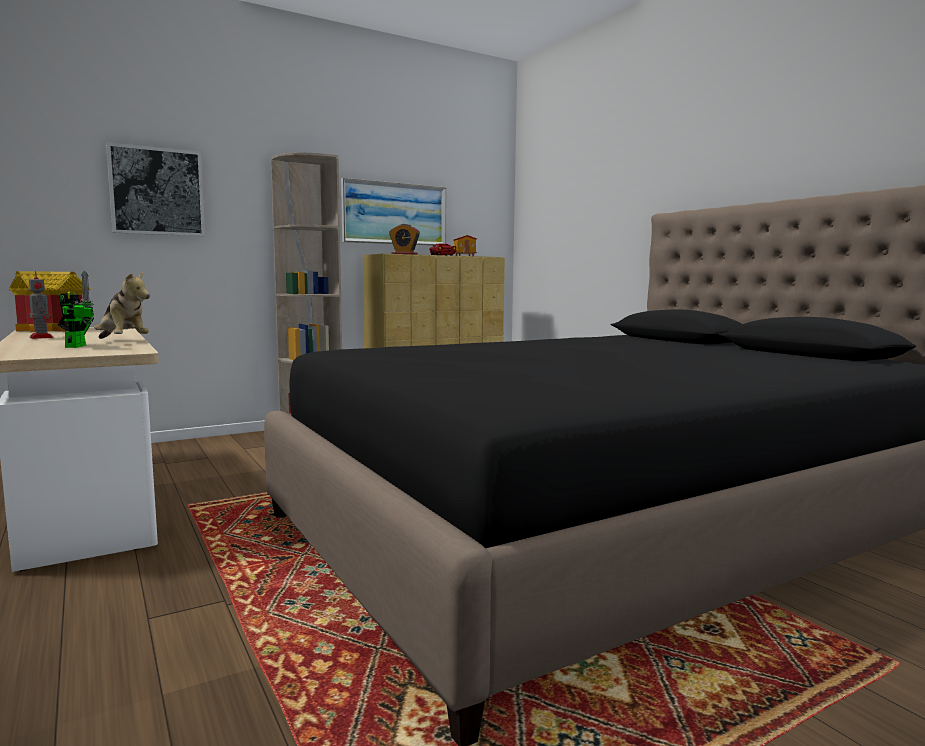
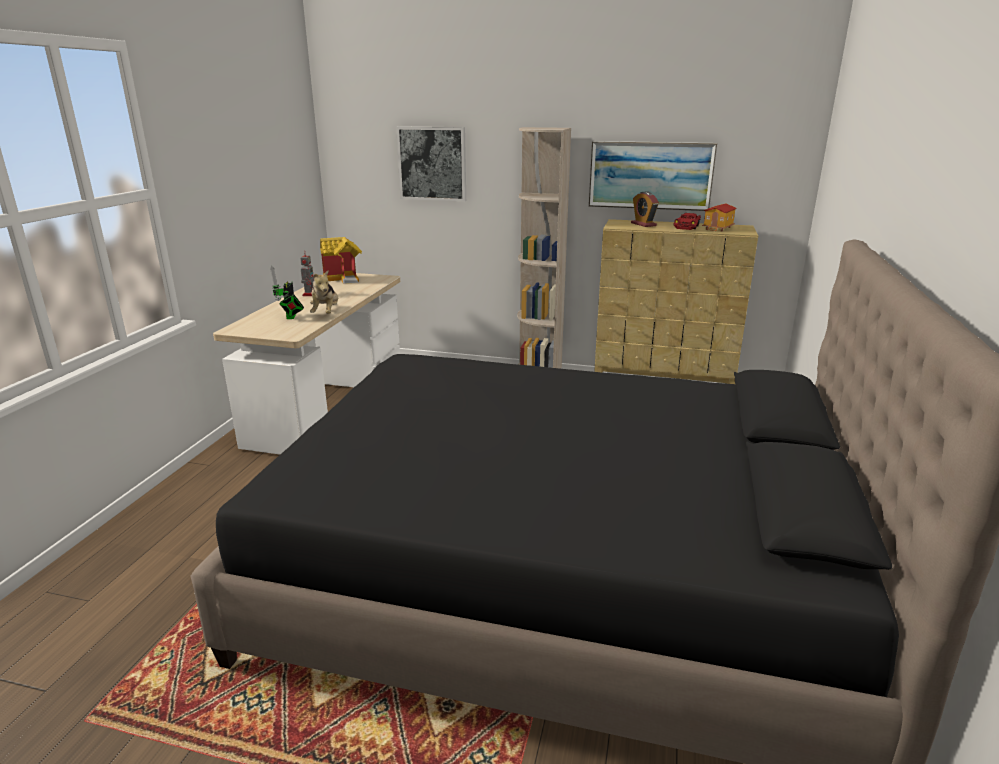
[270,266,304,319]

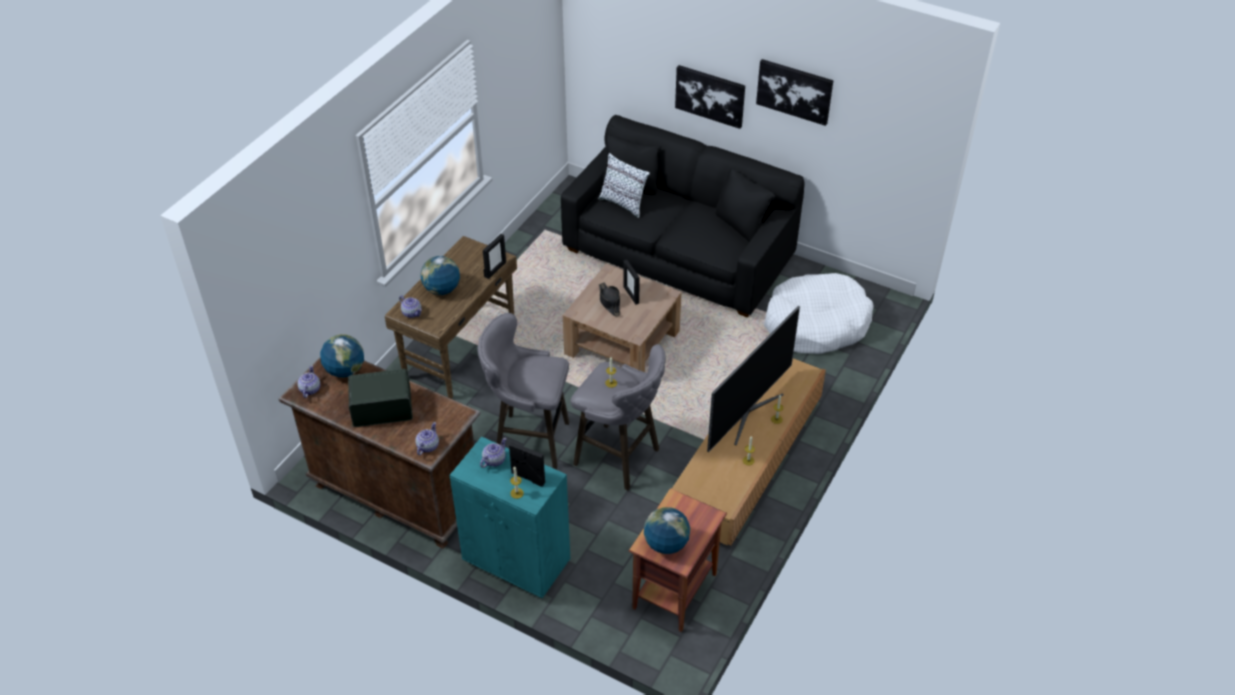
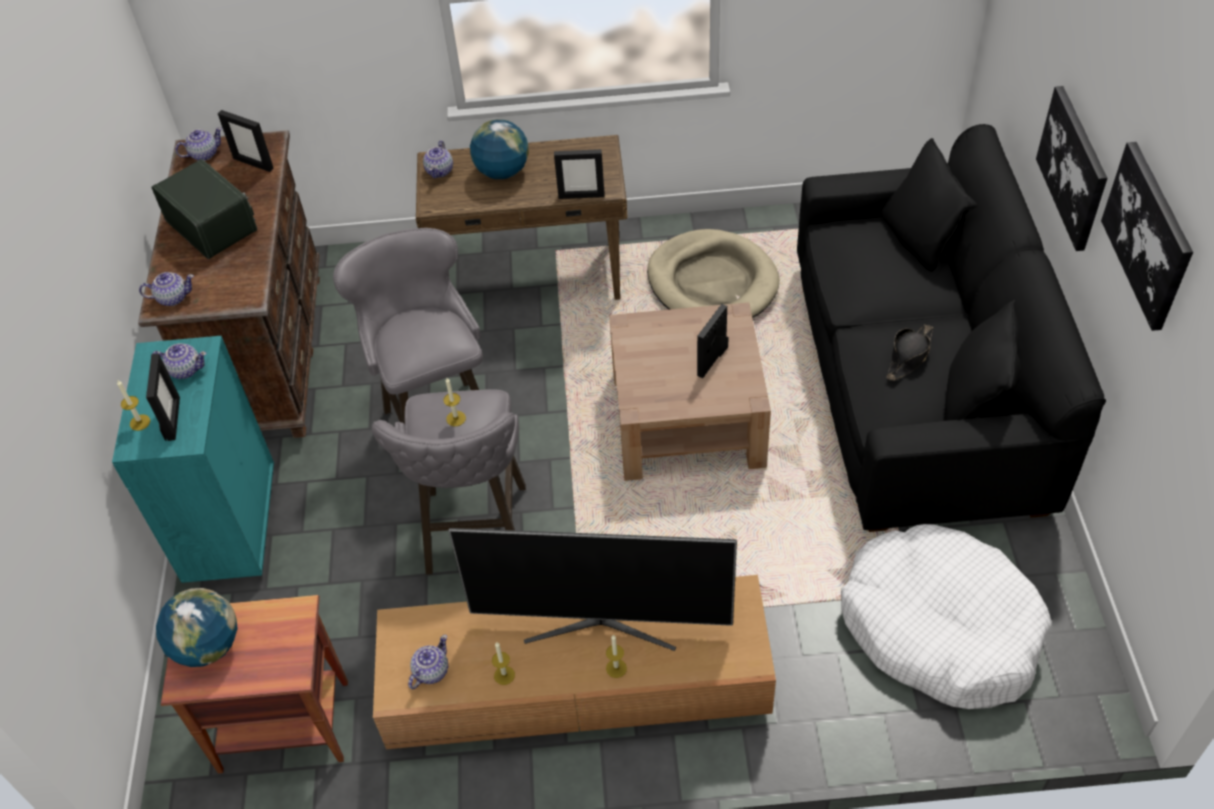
[598,153,650,218] (first image)
[886,324,933,381]
[218,110,274,172]
[647,229,780,318]
[408,635,448,689]

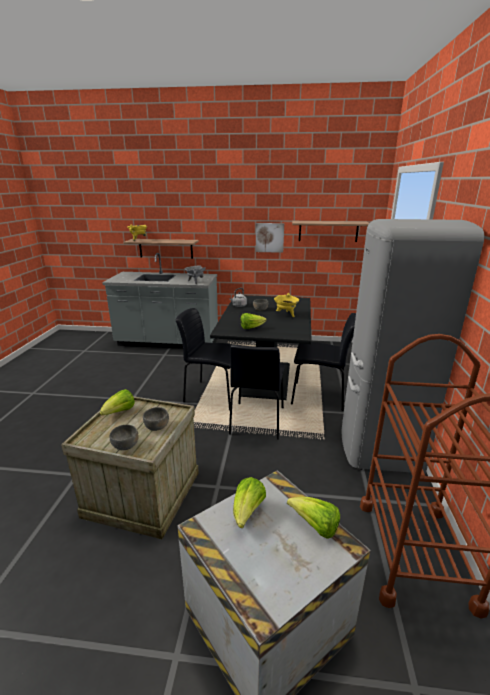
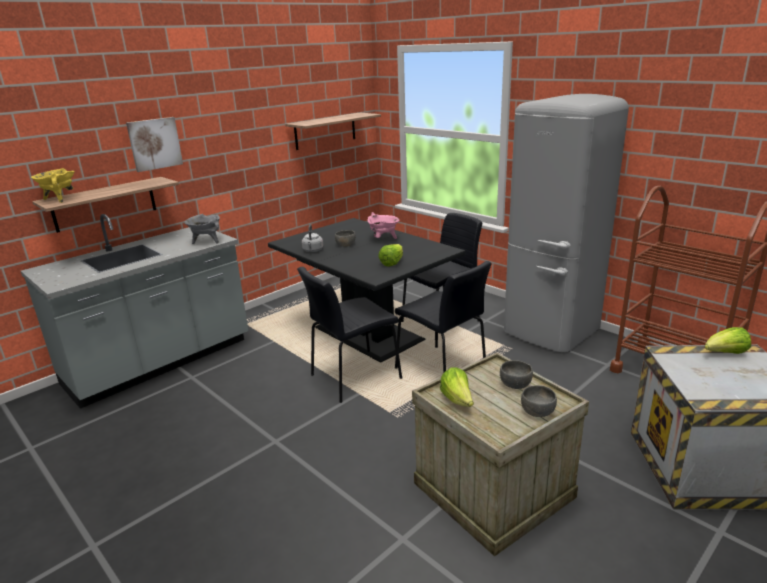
[126,117,183,172]
[368,212,399,239]
[233,477,266,528] (first image)

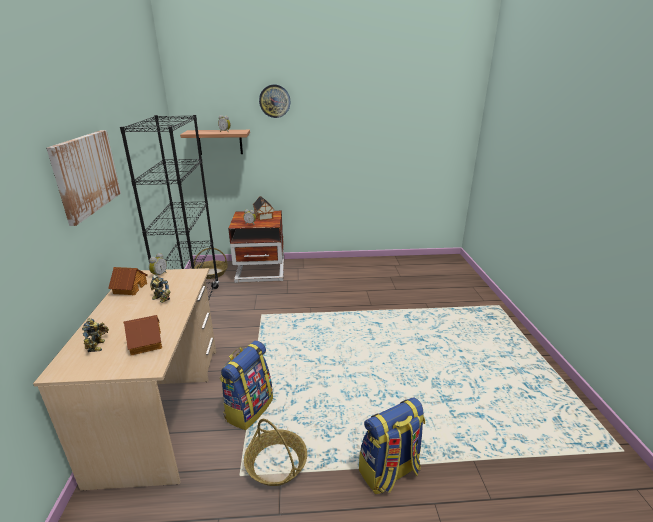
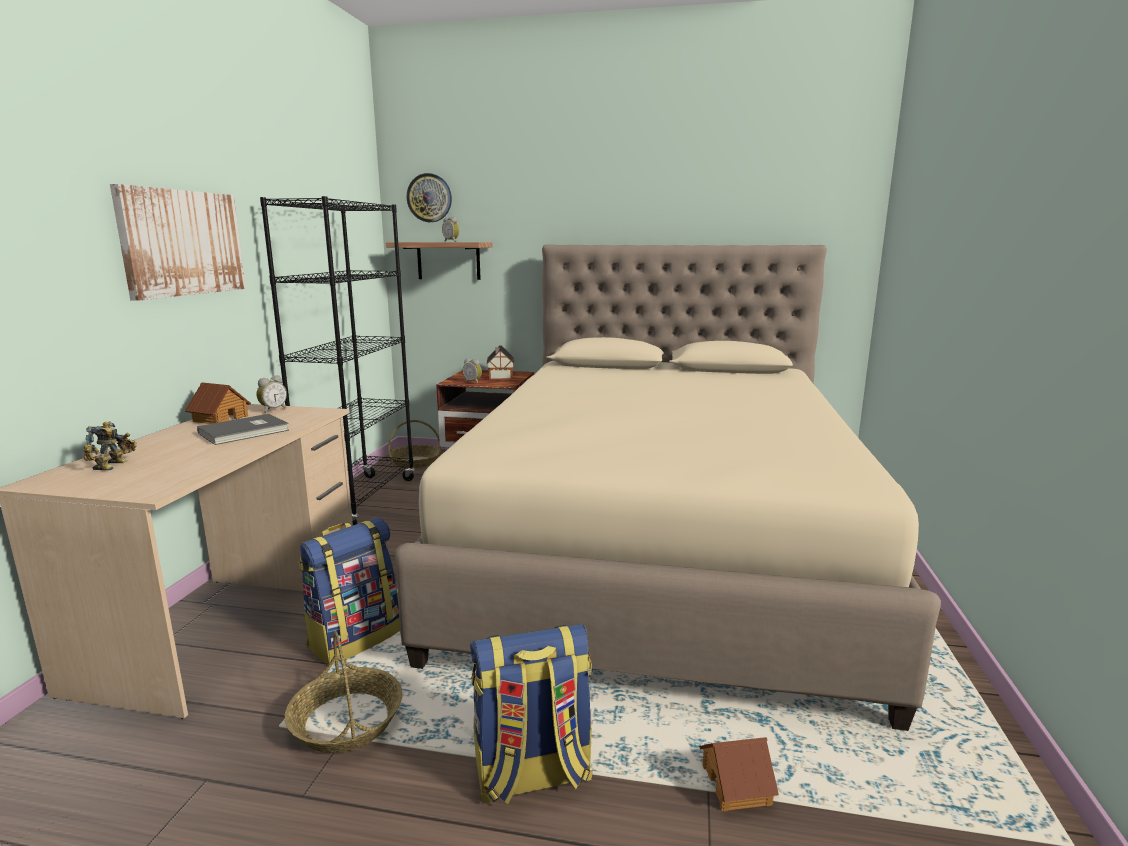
[407,173,452,222]
[197,414,289,445]
[699,737,779,812]
[395,244,941,731]

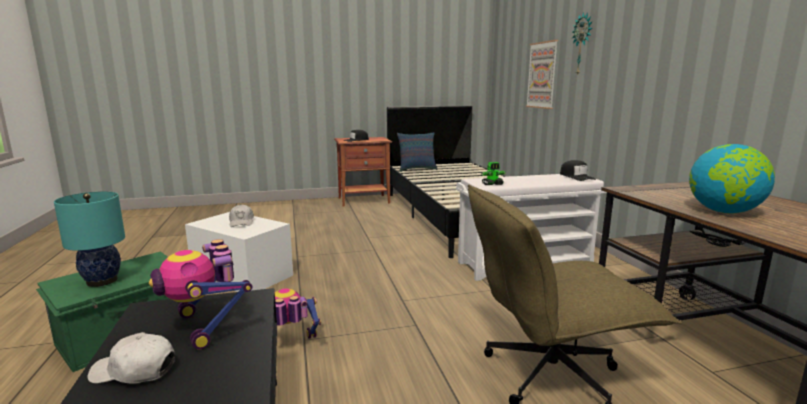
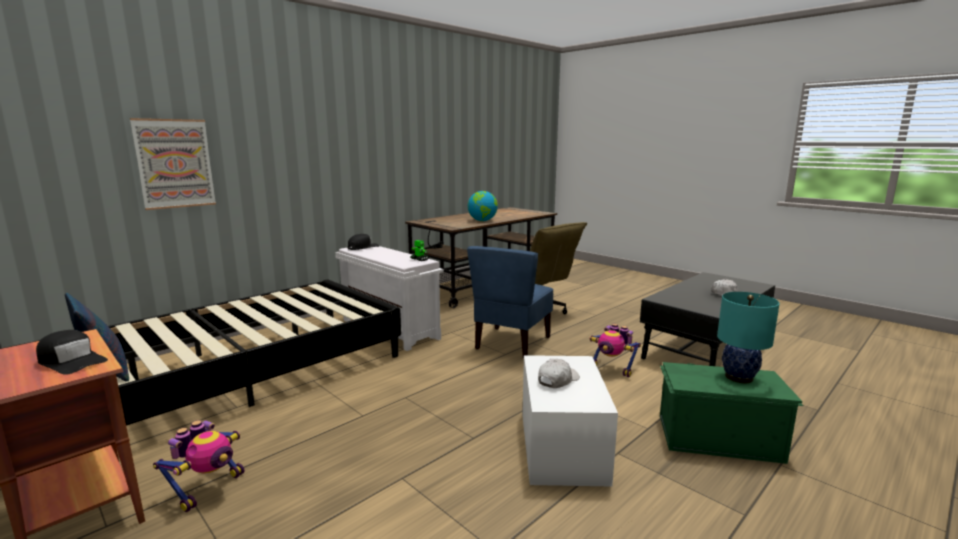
[572,12,593,76] (first image)
[153,420,245,512]
[467,246,554,358]

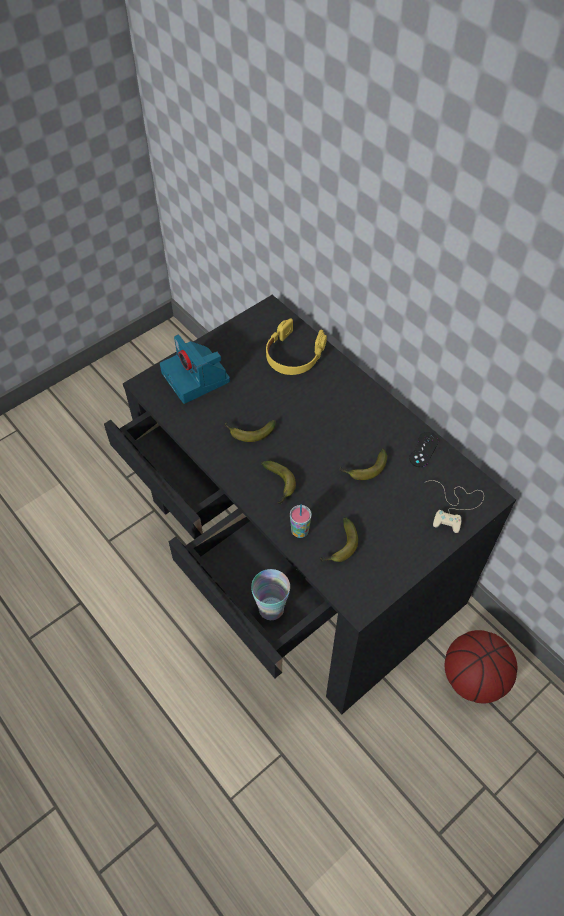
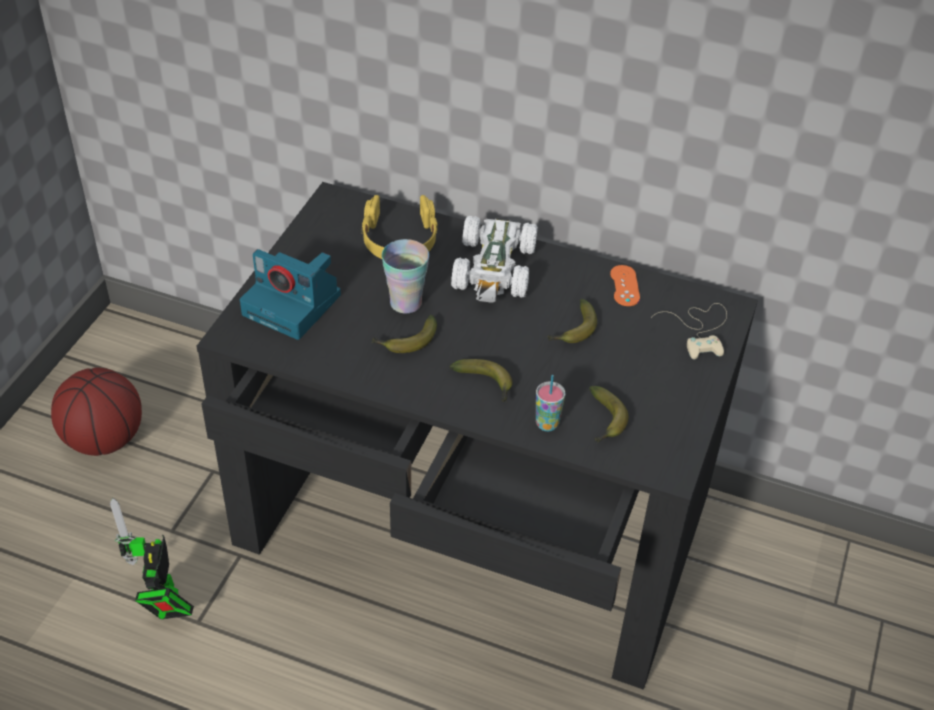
[610,265,640,306]
[382,239,429,314]
[51,368,142,456]
[451,216,538,303]
[110,498,194,619]

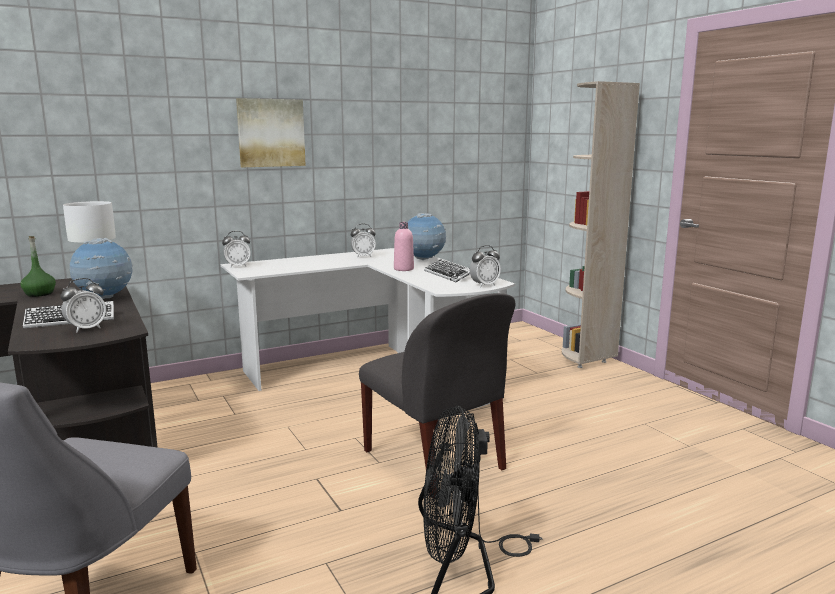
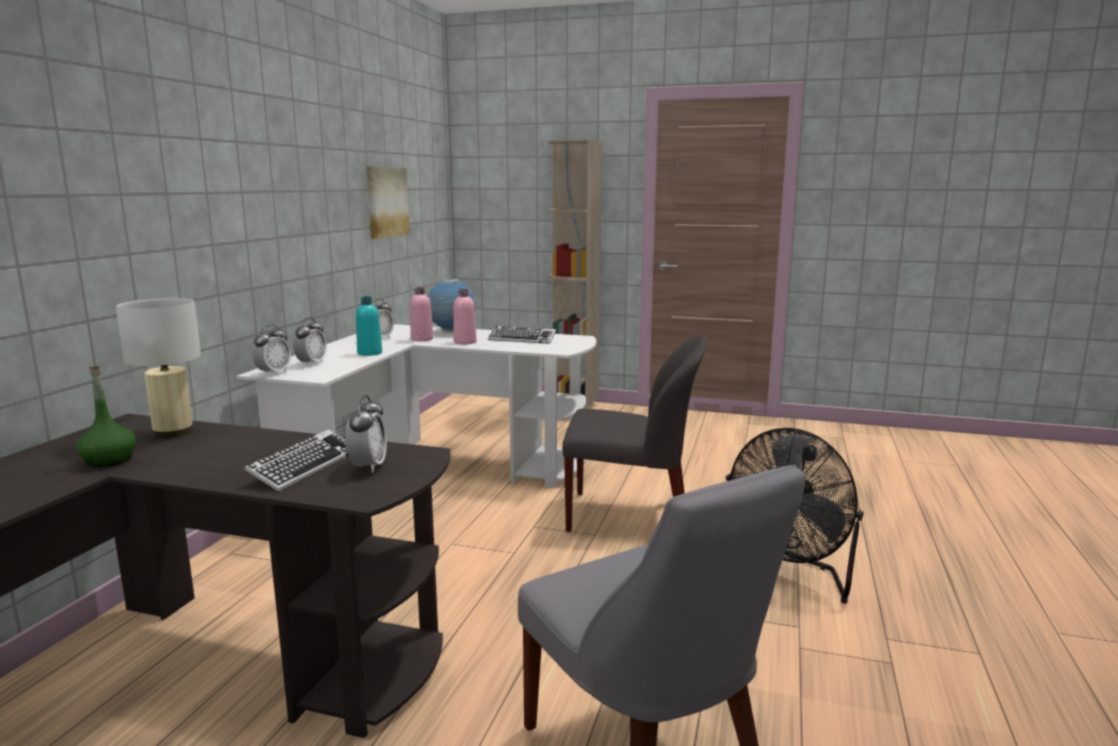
[366,166,410,239]
[70,238,133,299] (first image)
[293,317,327,366]
[410,287,433,341]
[356,296,382,356]

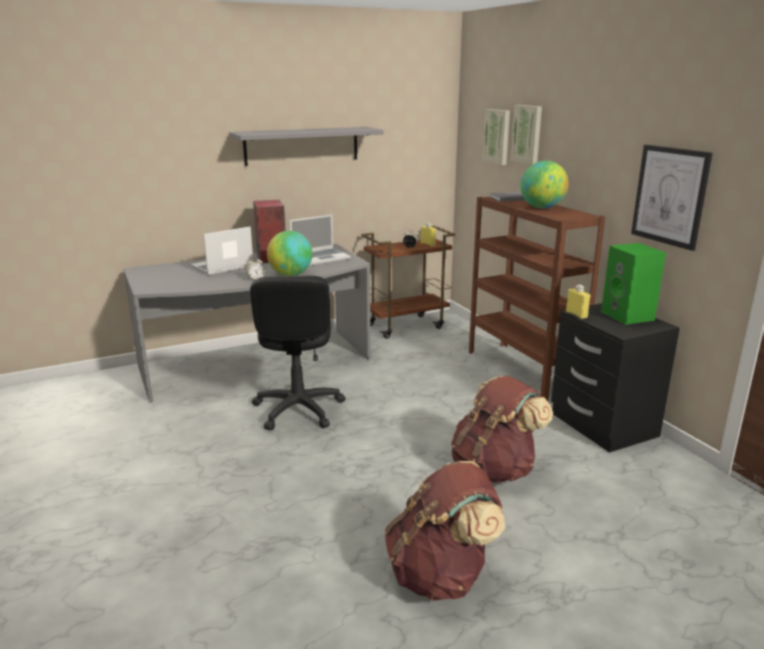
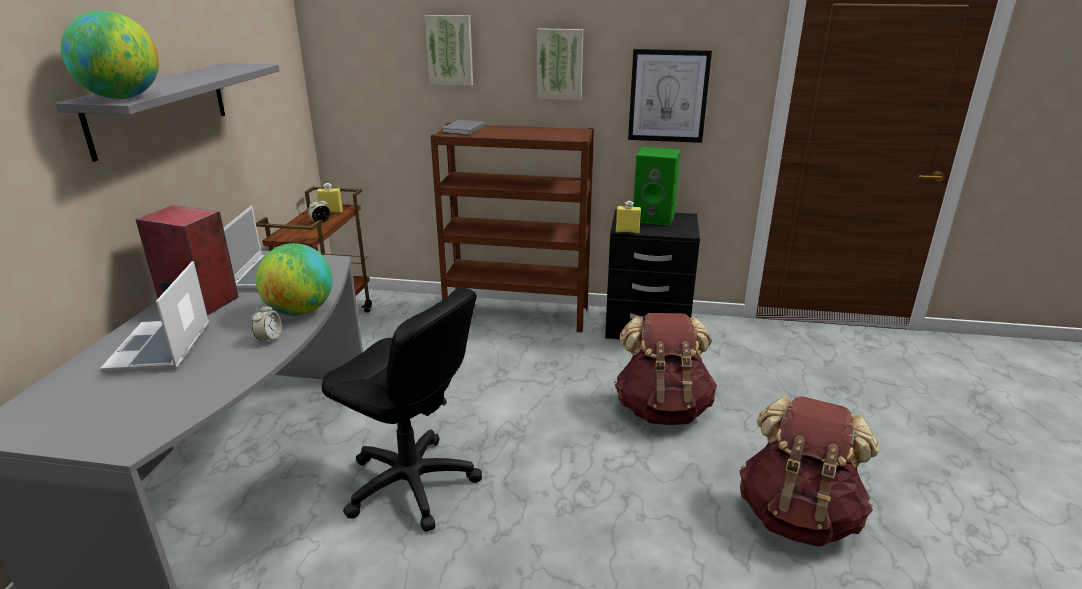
[537,28,583,100]
[61,11,159,99]

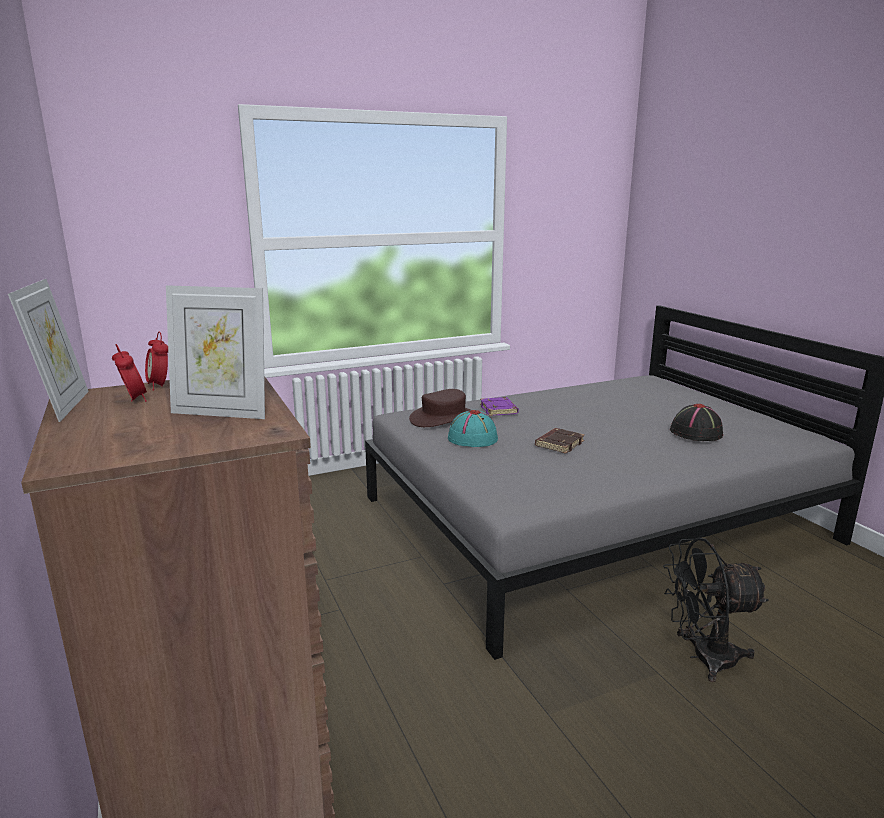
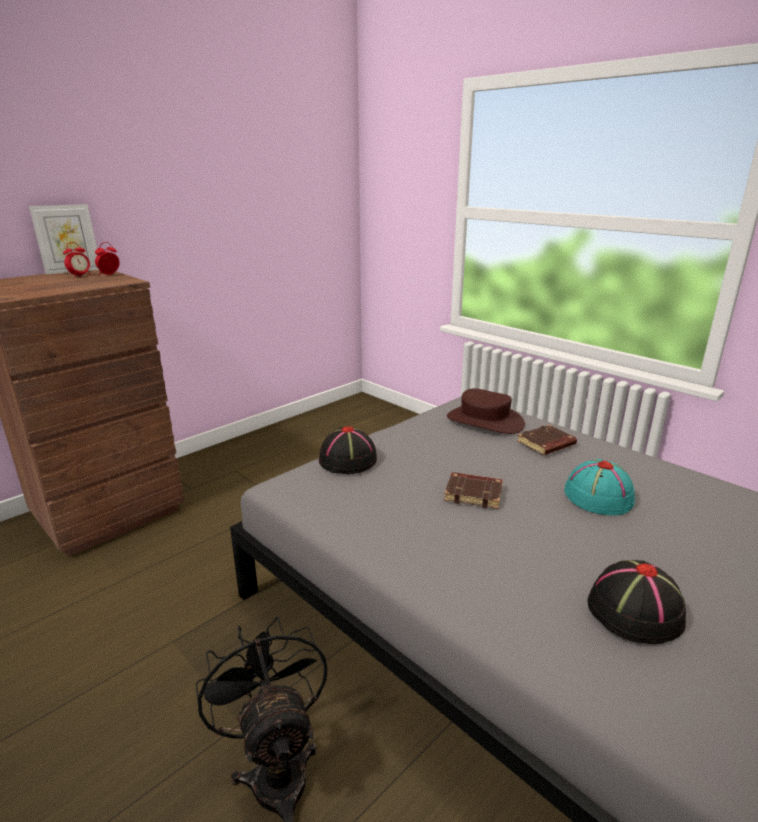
[166,285,265,419] (first image)
[517,425,577,455]
[564,459,635,515]
[319,426,377,474]

